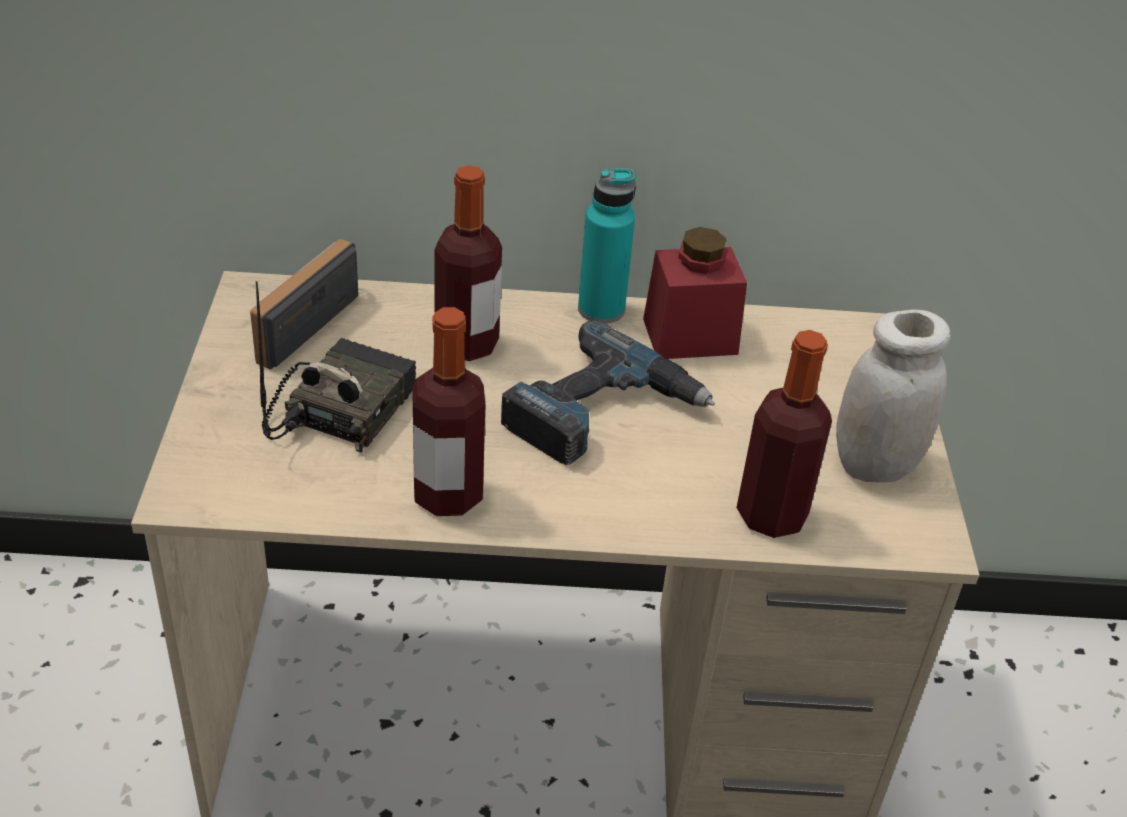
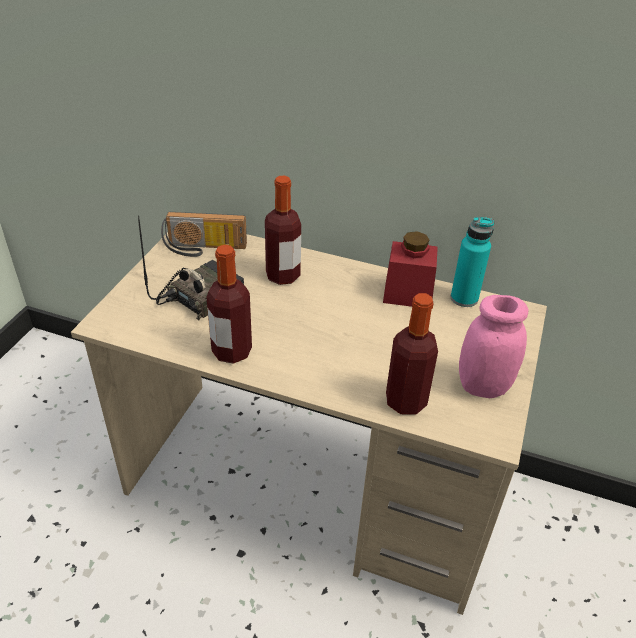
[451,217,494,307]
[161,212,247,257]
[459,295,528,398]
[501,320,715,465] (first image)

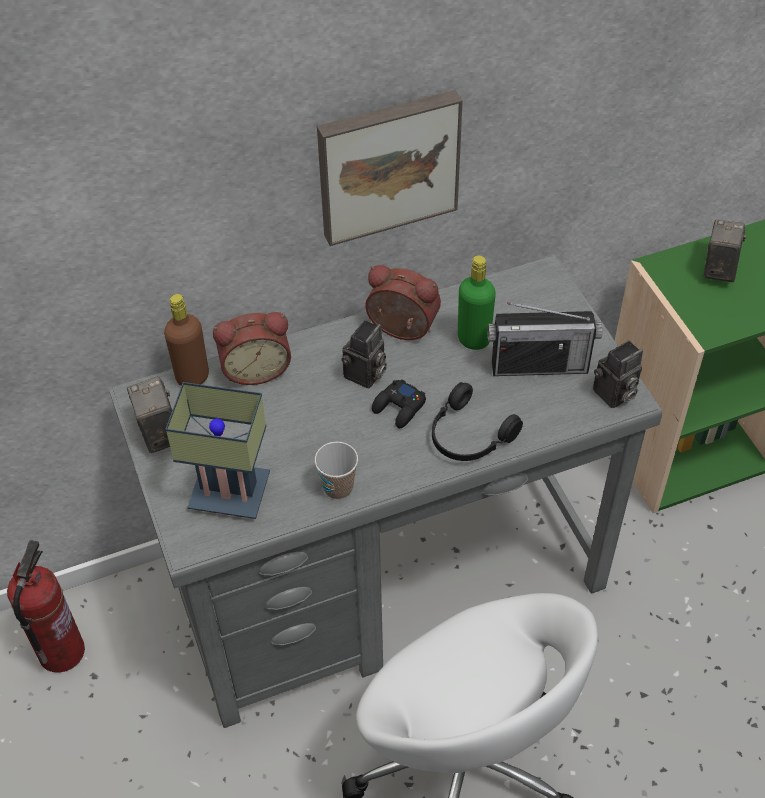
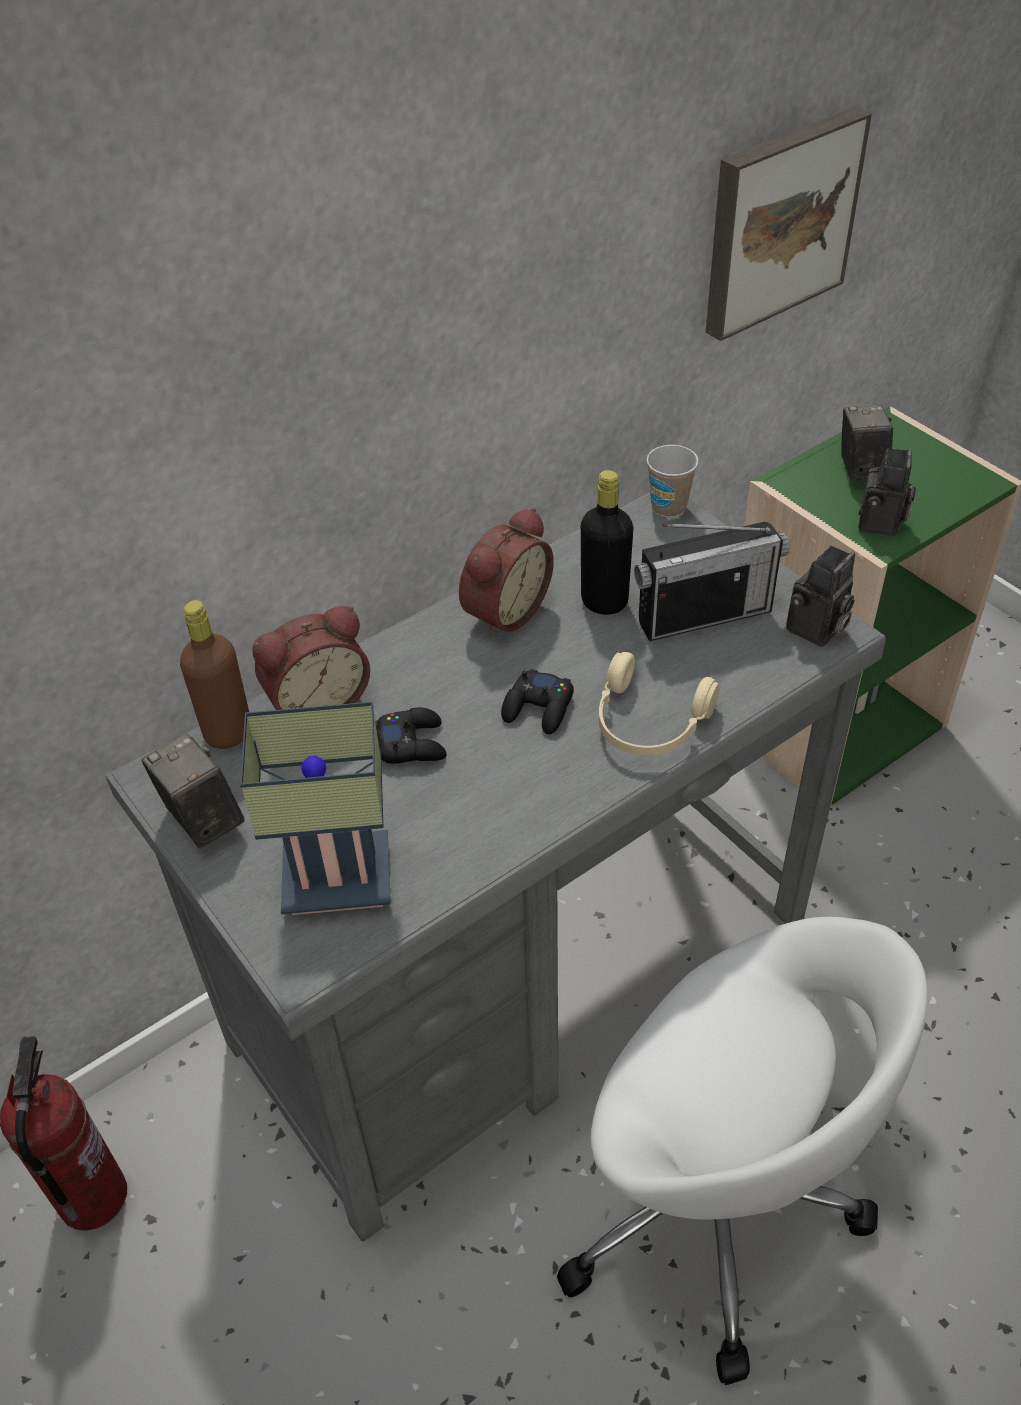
[706,106,872,341]
[581,470,634,615]
[459,507,554,639]
[859,448,916,536]
[599,652,720,756]
[647,445,698,517]
[375,708,447,764]

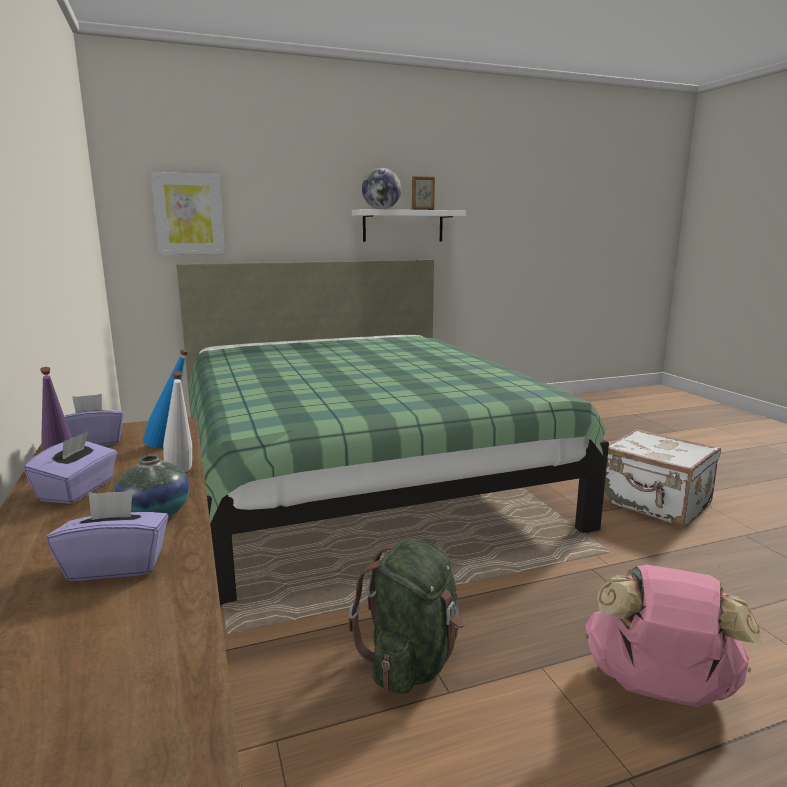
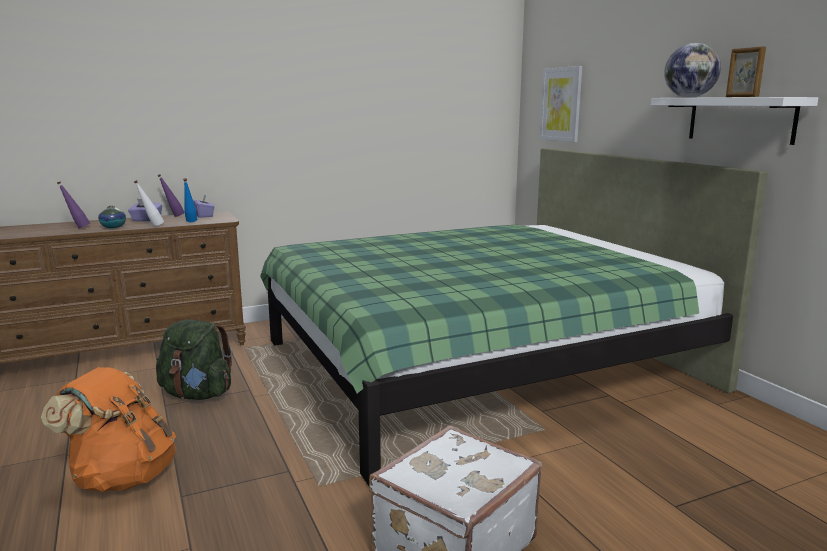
[57,181,90,228]
[41,367,176,492]

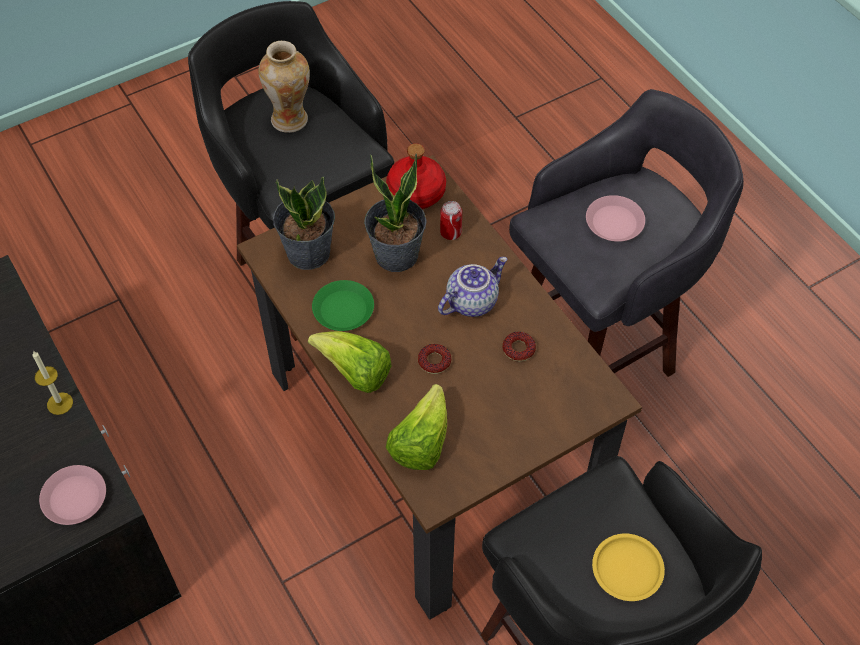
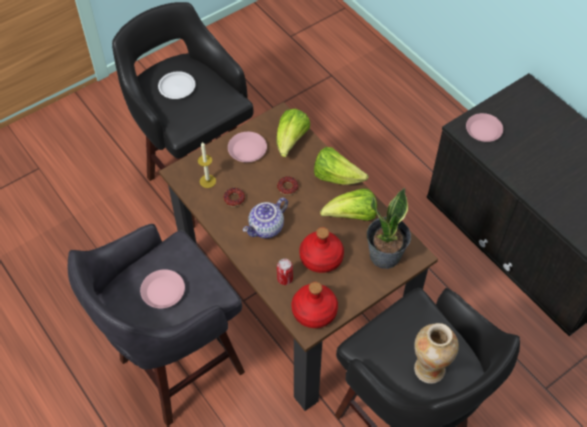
[299,227,344,273]
[320,188,377,221]
[198,142,216,188]
[158,71,196,99]
[228,132,267,162]

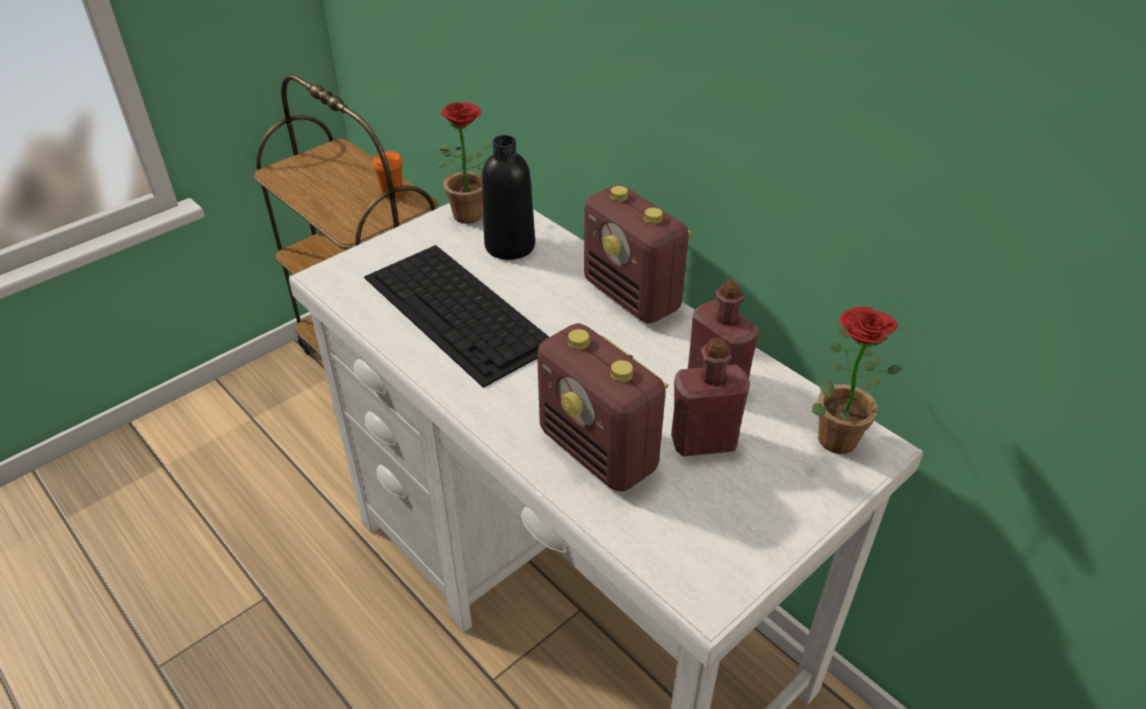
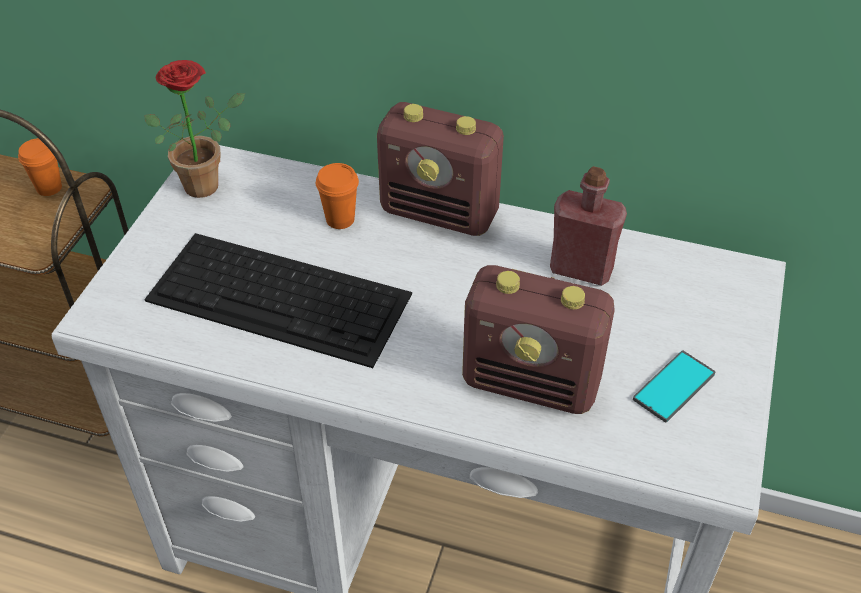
[482,135,535,260] (first image)
[812,306,902,454] (first image)
[671,338,750,457] (first image)
[316,163,359,229]
[633,351,715,422]

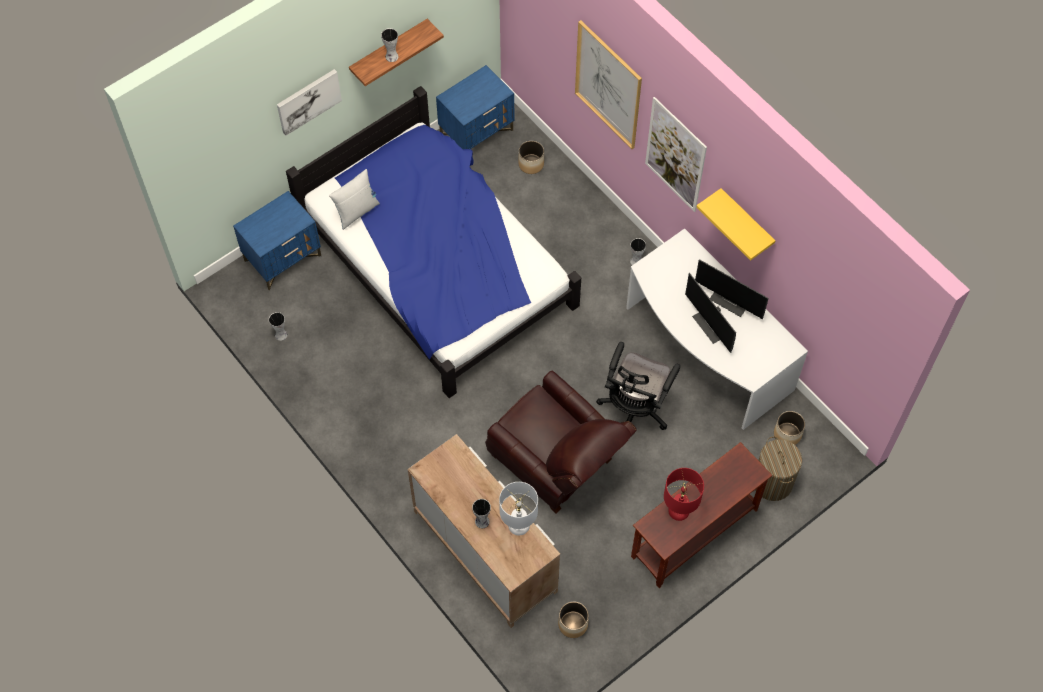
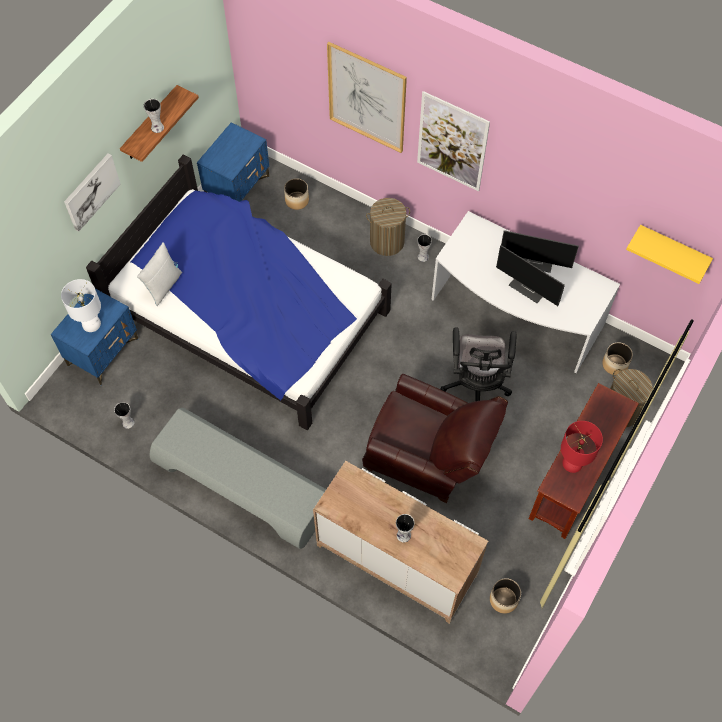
[626,225,713,284]
[61,279,101,332]
[366,198,410,256]
[150,408,326,549]

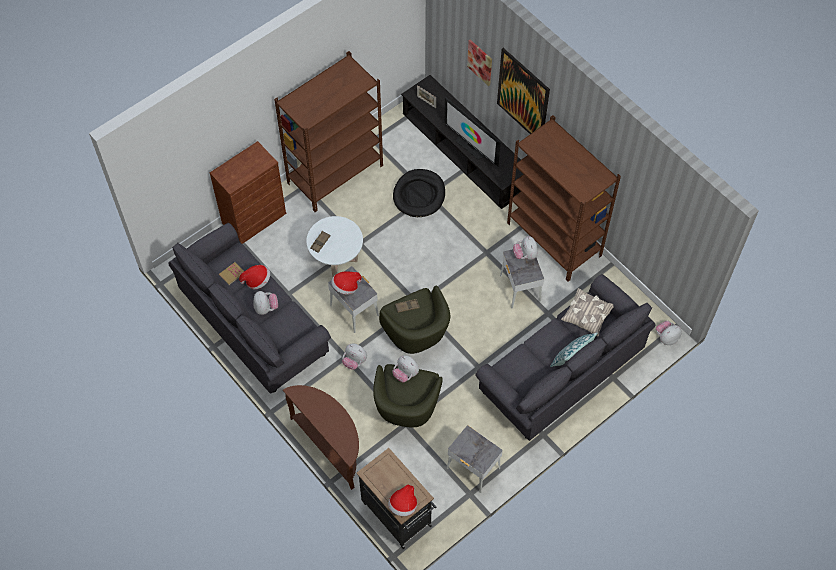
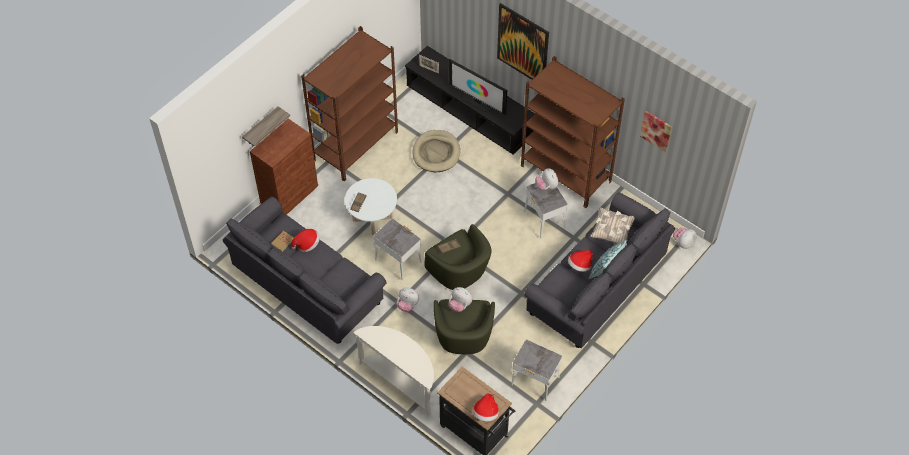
[640,111,672,152]
[412,130,460,172]
[568,250,594,272]
[253,291,278,315] (first image)
[354,326,434,417]
[242,106,290,147]

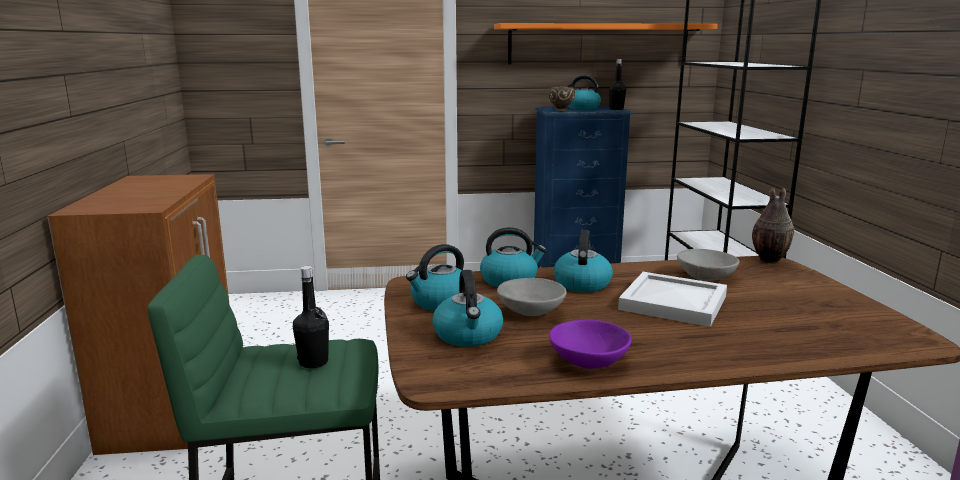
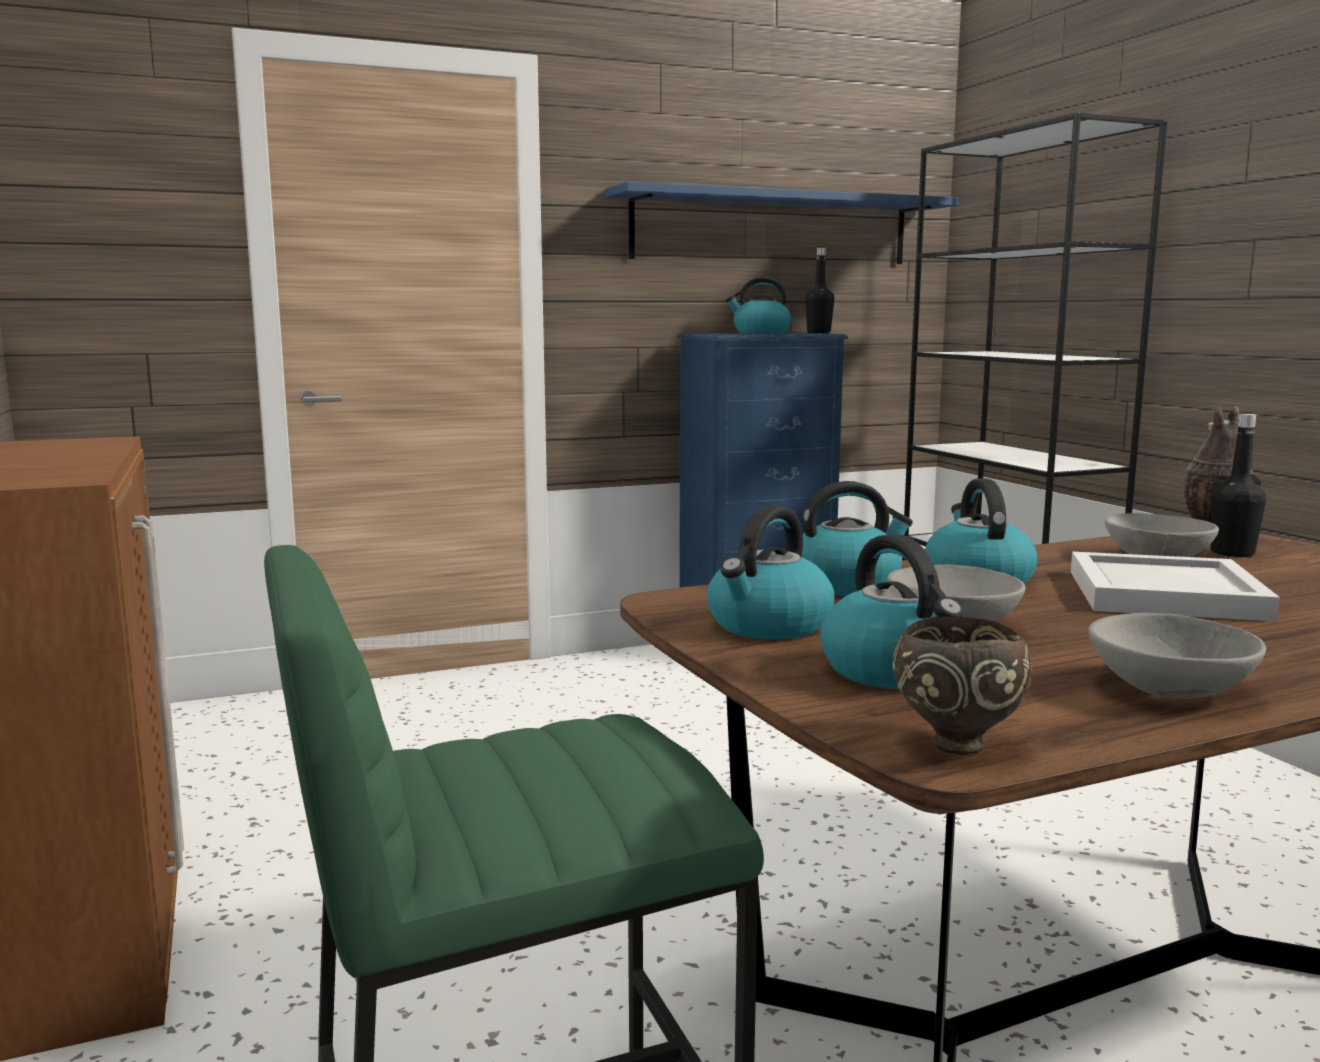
[605,181,959,264]
[893,616,1032,755]
[1211,414,1266,557]
[1088,613,1266,699]

